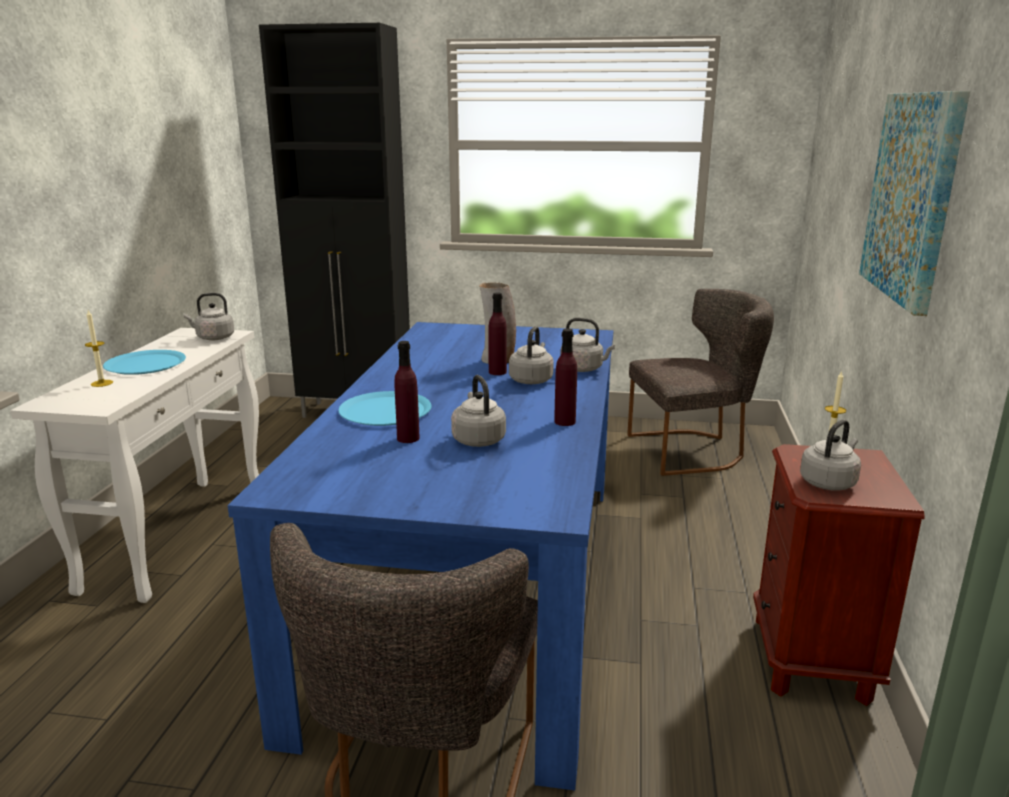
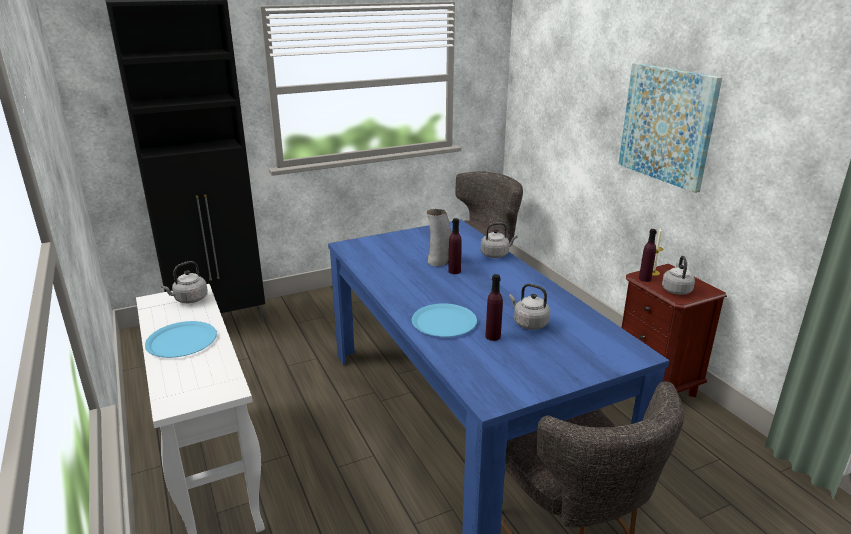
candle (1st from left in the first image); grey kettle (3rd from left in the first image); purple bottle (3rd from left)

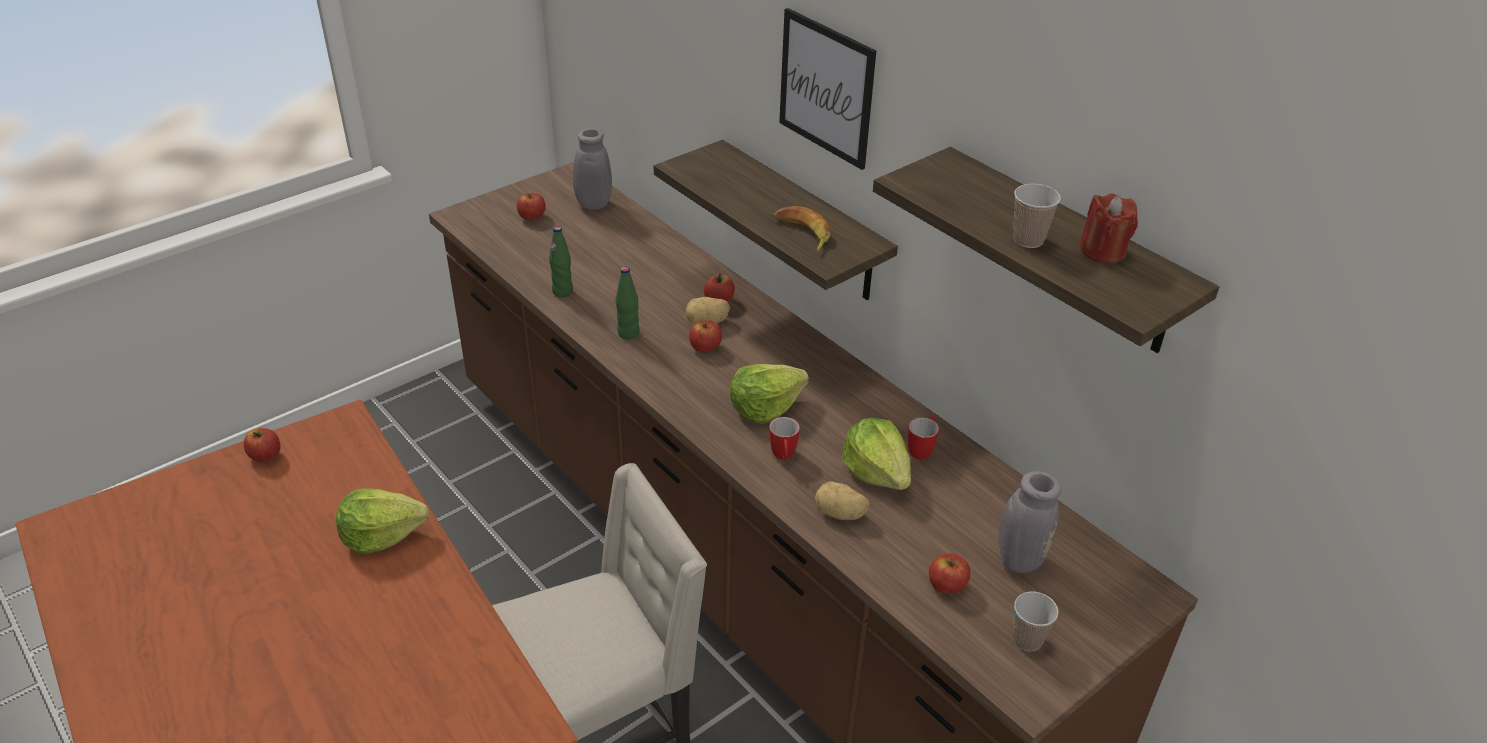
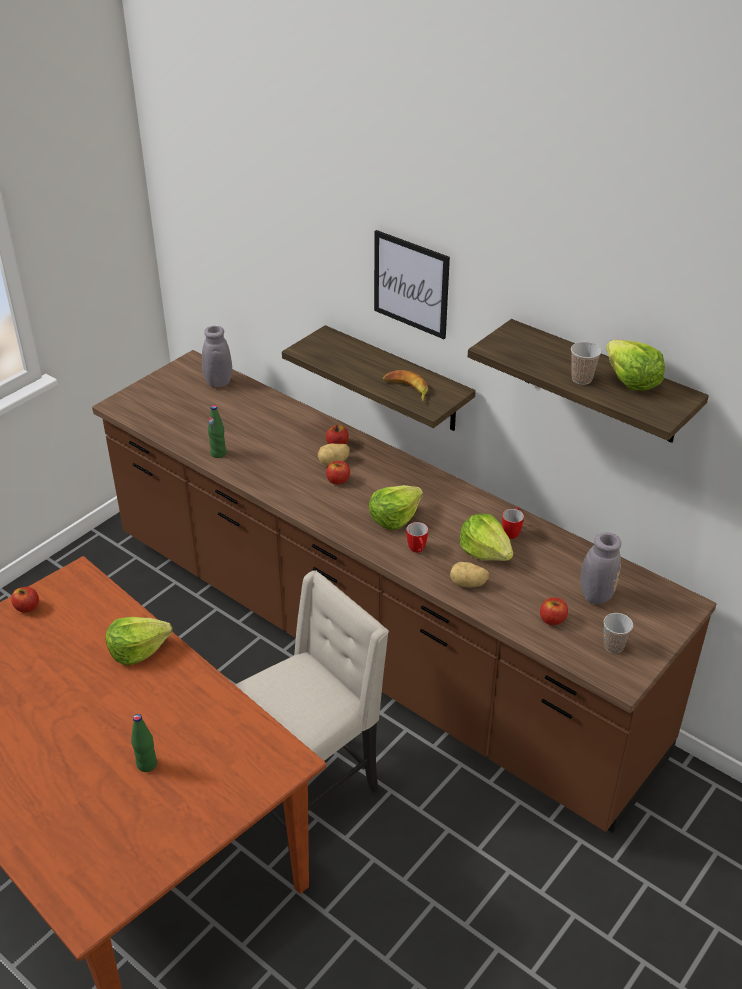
apple (2nd from left in the first image); green bottle (1st from left); lettuce (4th from left)

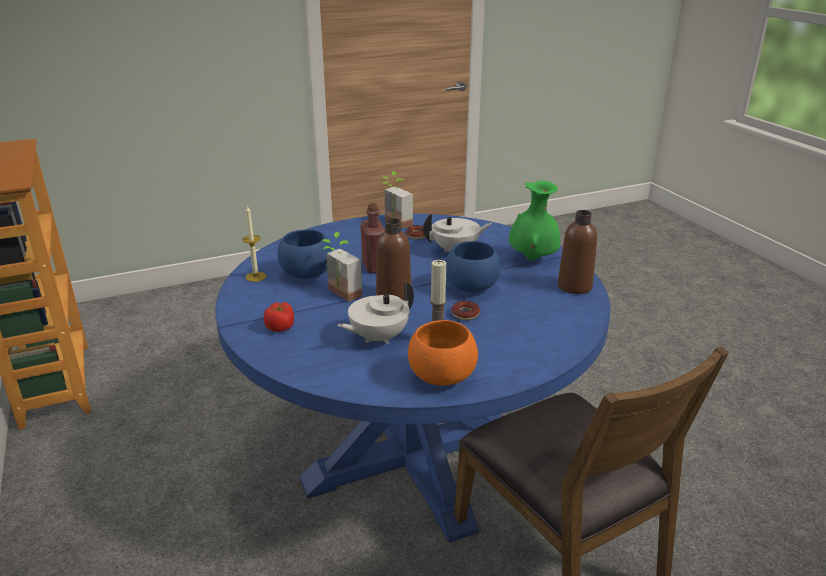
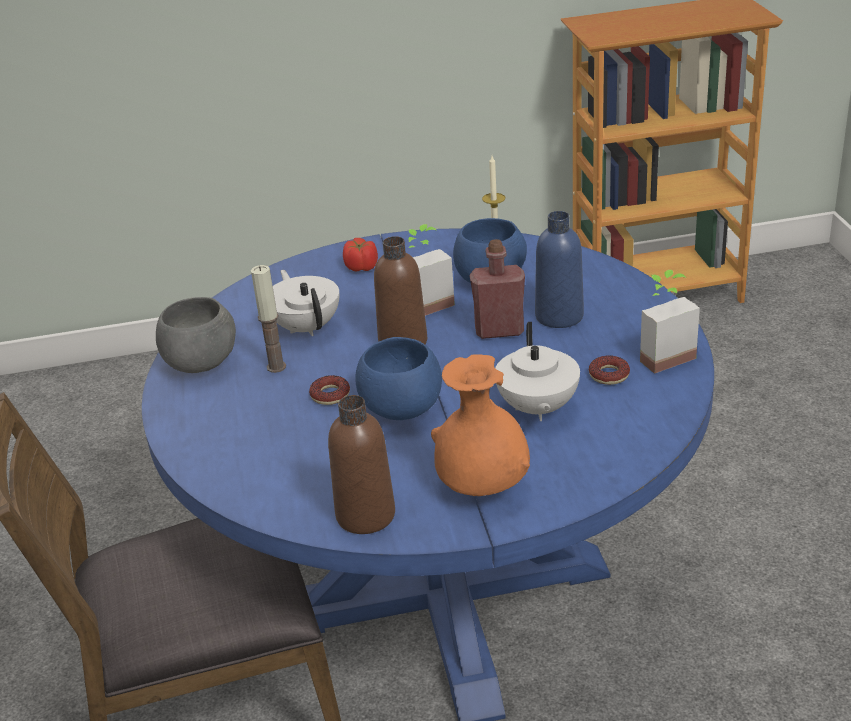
blue bottle; grey bowl; orange vase

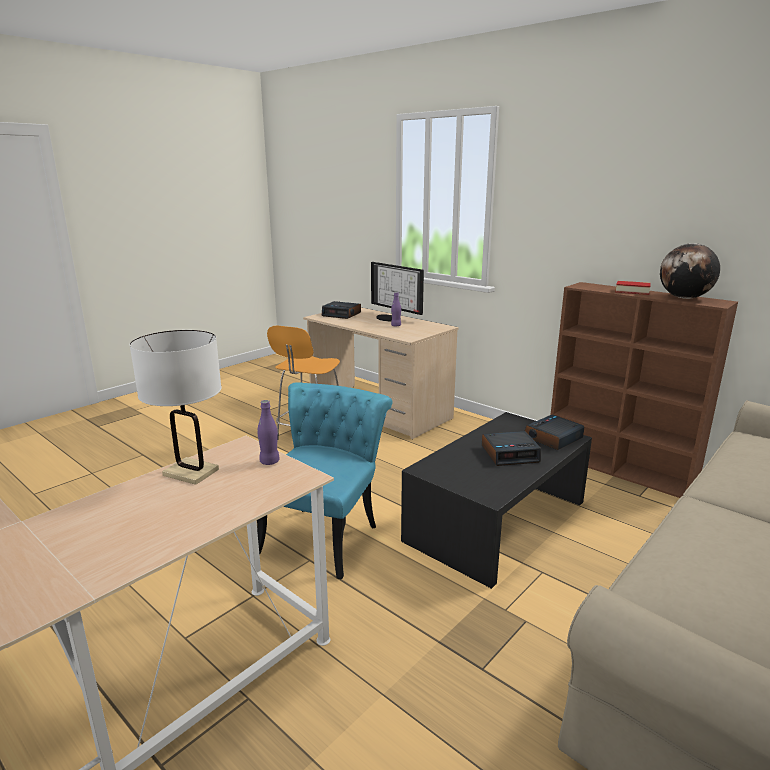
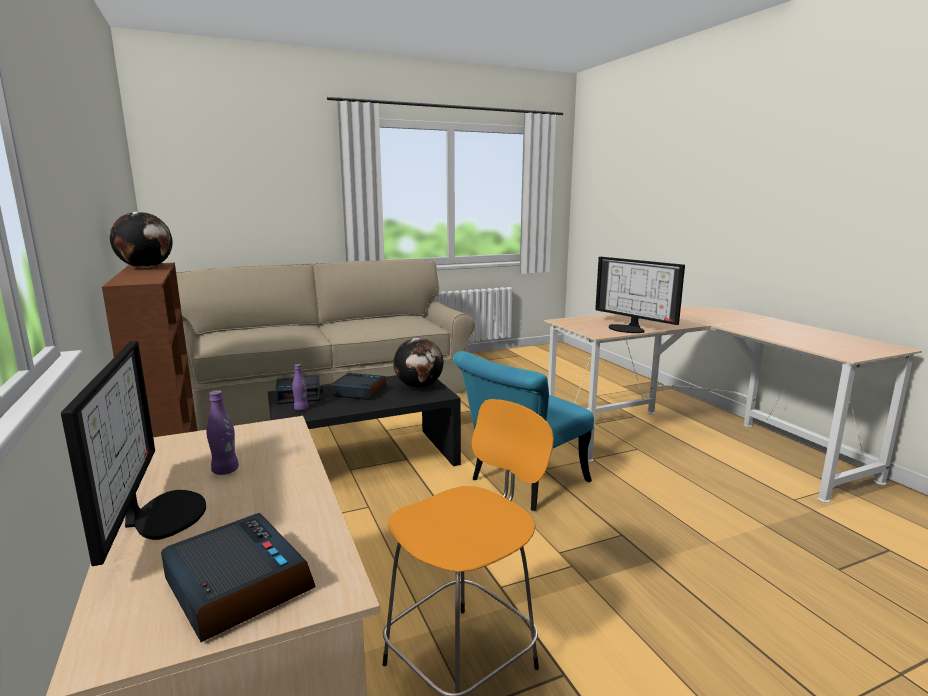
book; globe (2nd from left); purple bottle (2nd from left); monitor (2nd from left)

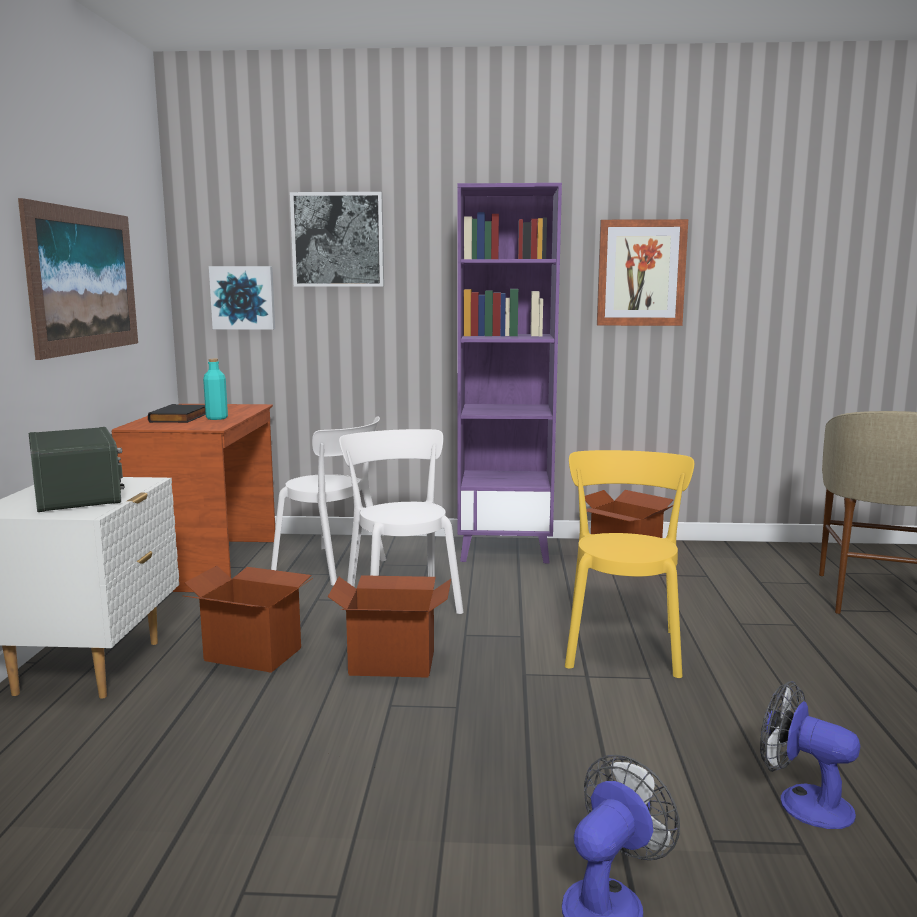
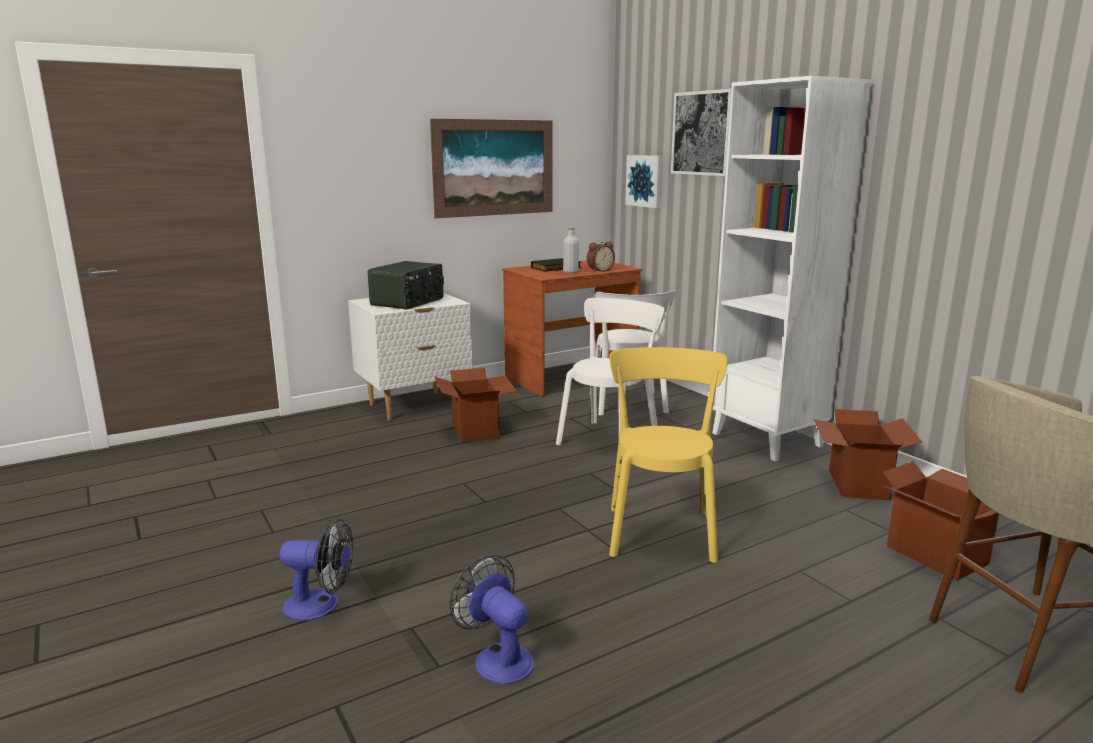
picture (4th from left in the first image); alarm clock; cardboard box (3rd from left); grey bottle; white bookcase; yellow chair; fan (2nd from left)

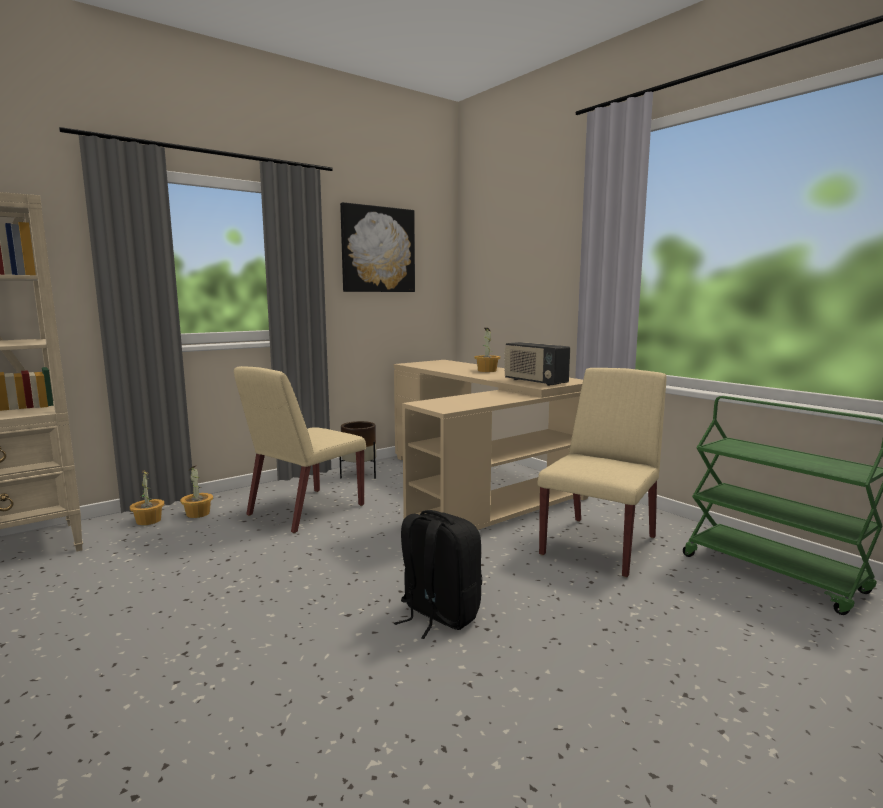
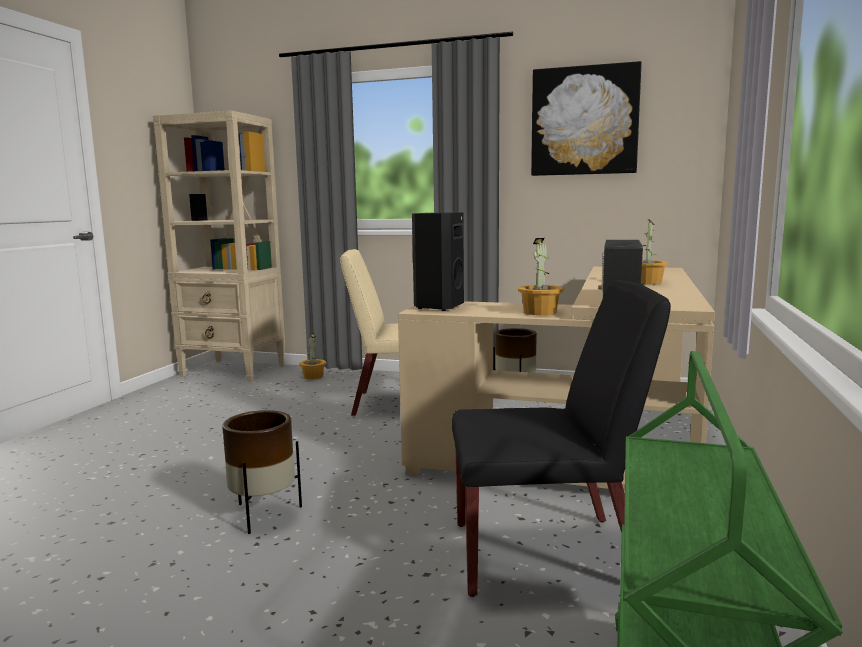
black speaker; potted plant (2nd from left); brown planter (1st from left); black chair

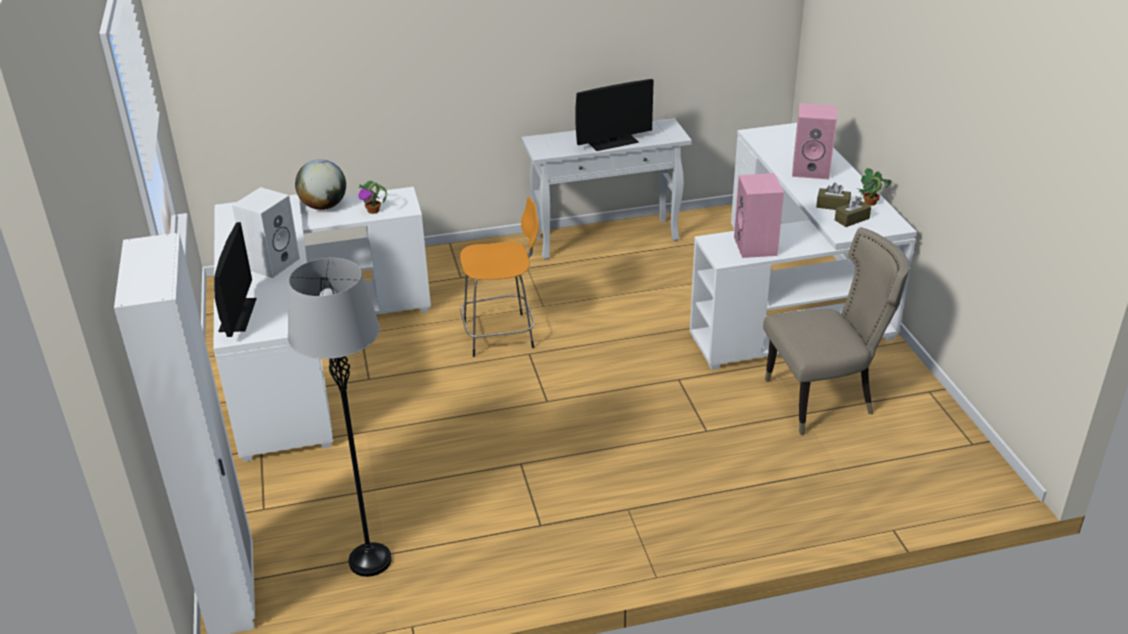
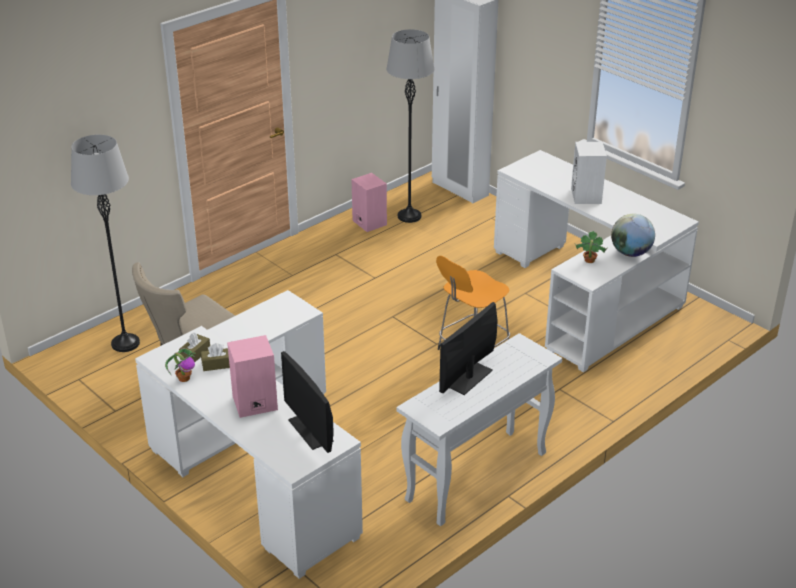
grey floor lamp (1st from left); monitor (1st from left); pink speaker (2nd from left)

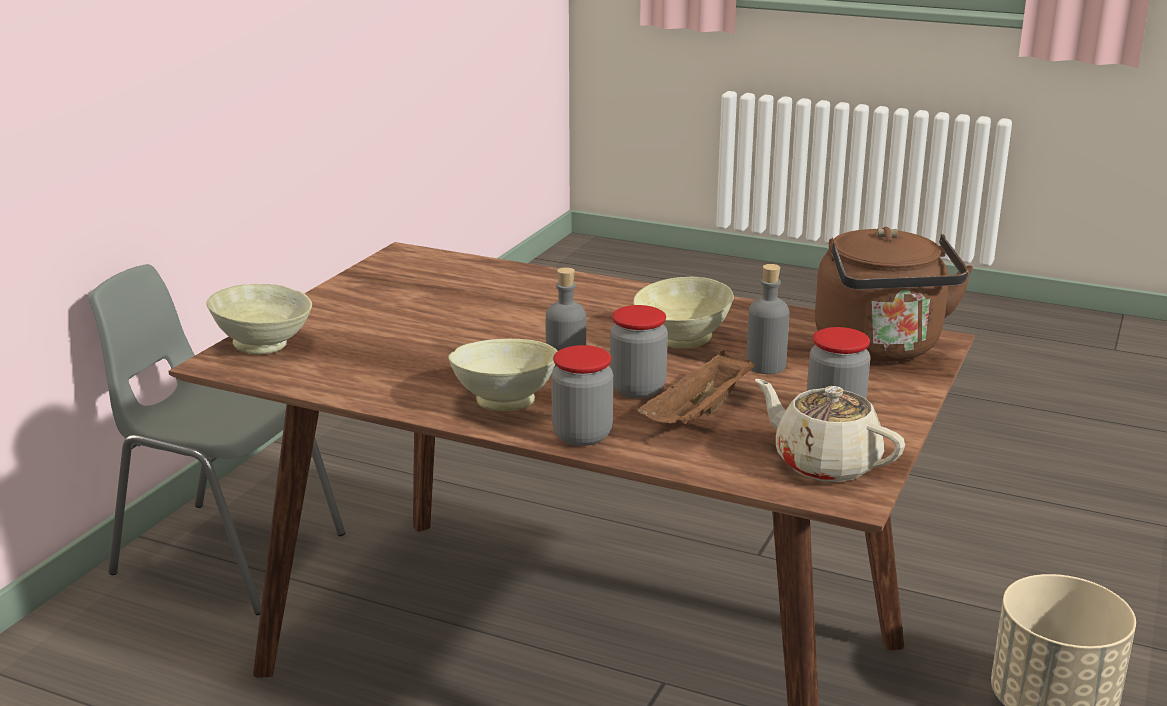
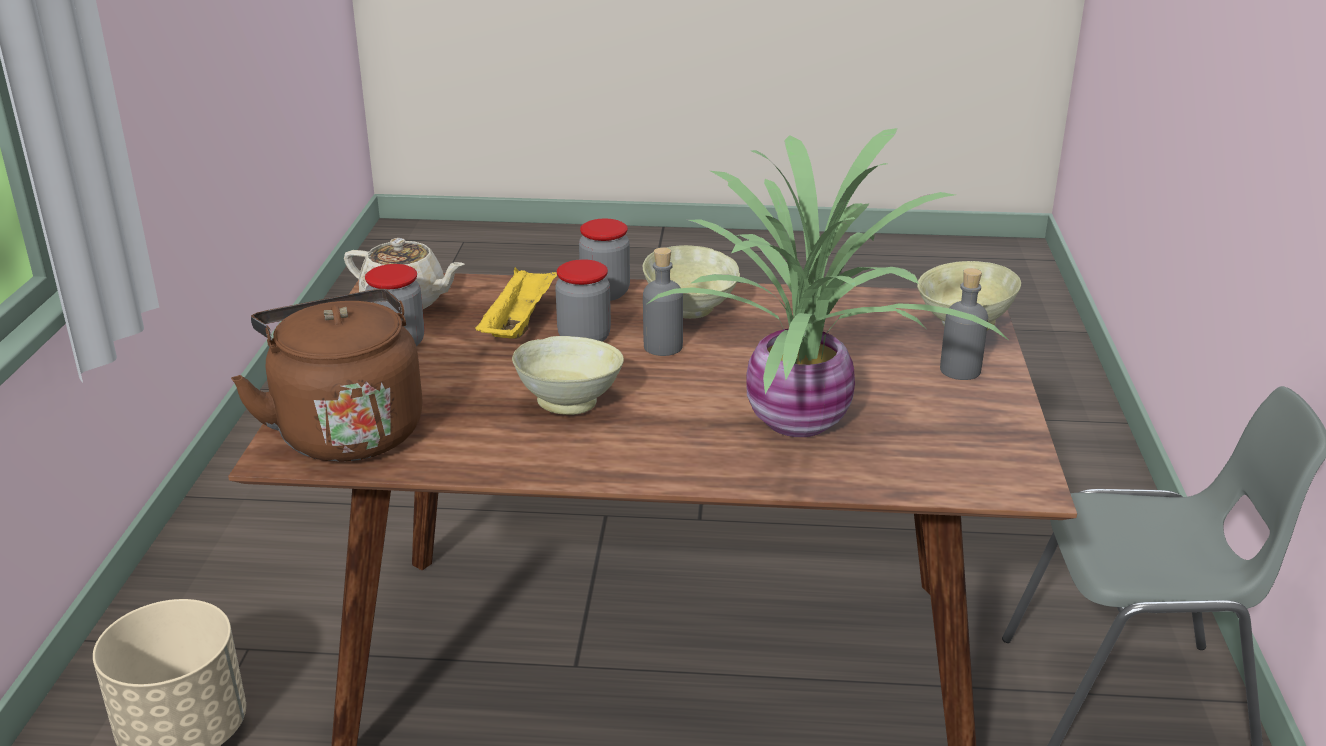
potted plant; grey bottle (2nd from left); yellow tray

